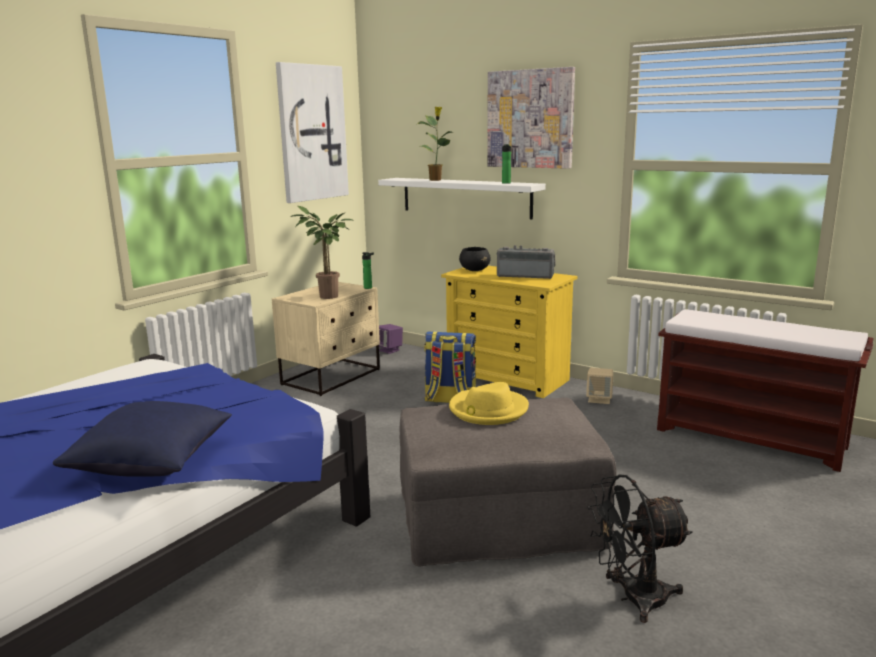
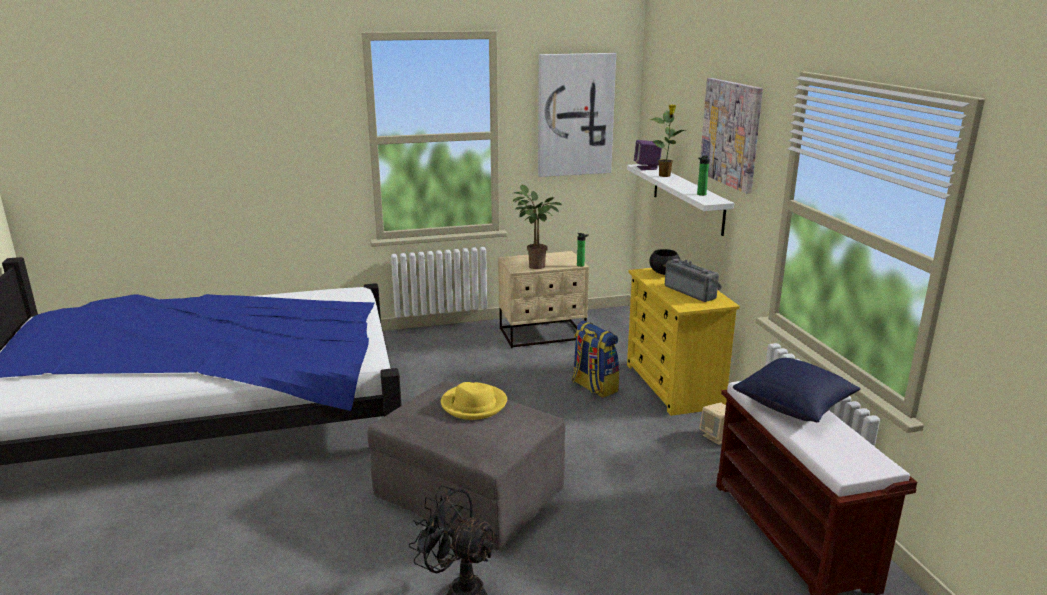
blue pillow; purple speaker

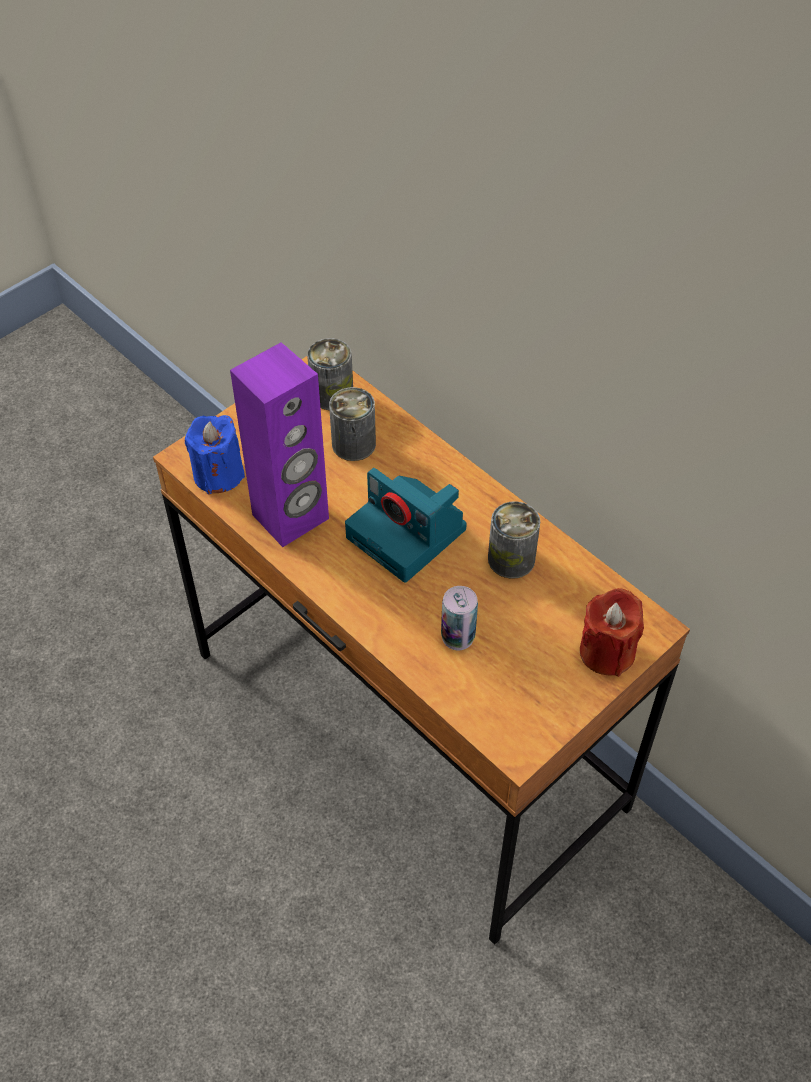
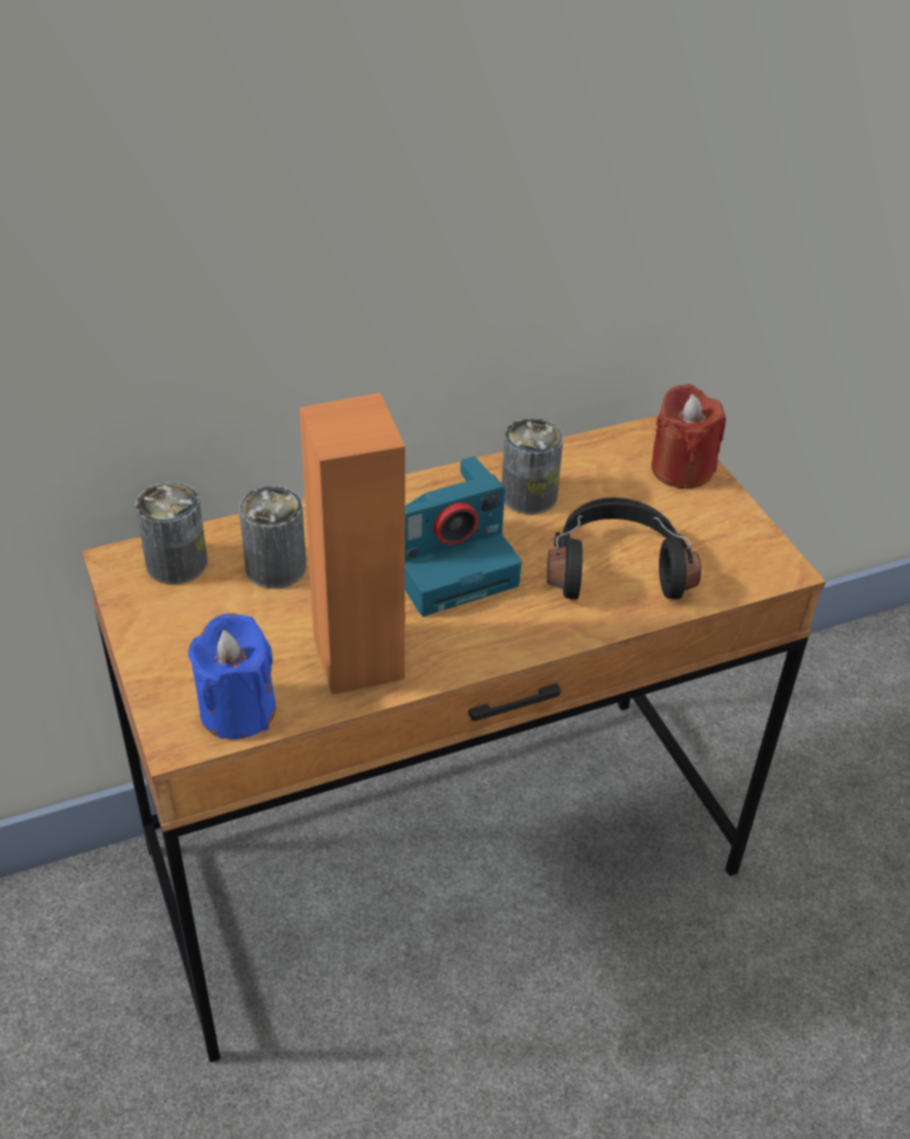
black headphones; orange speaker

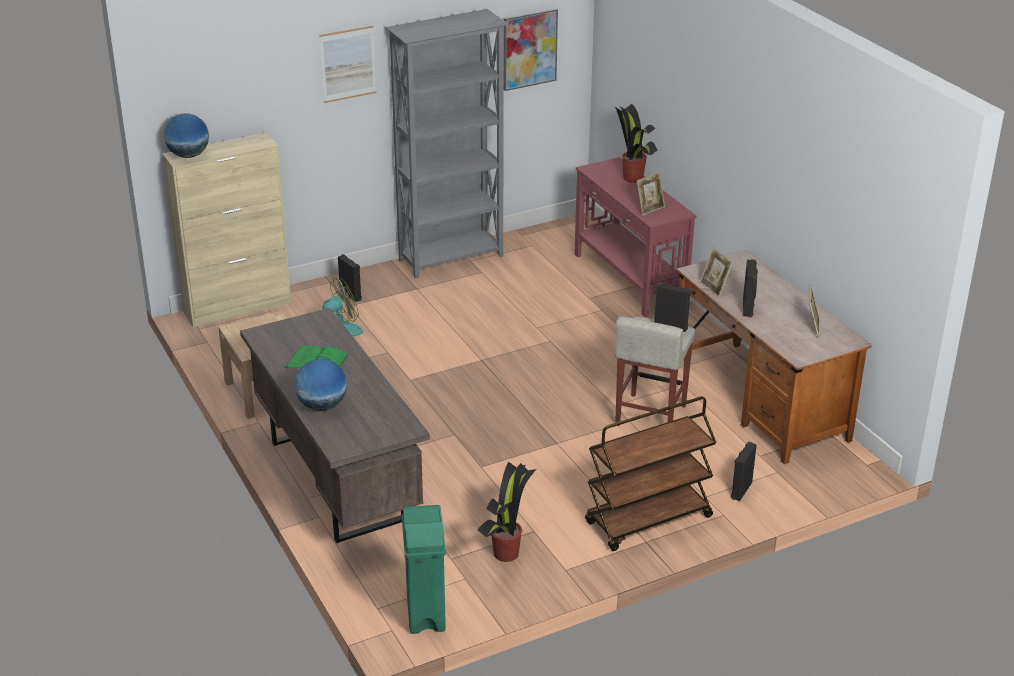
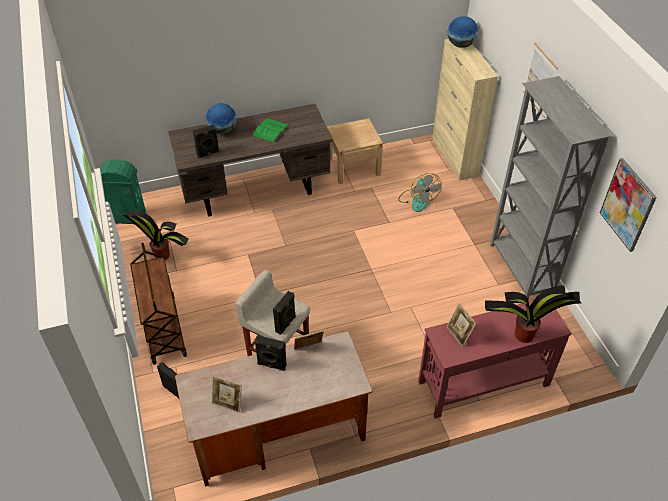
black speaker (2nd from left)

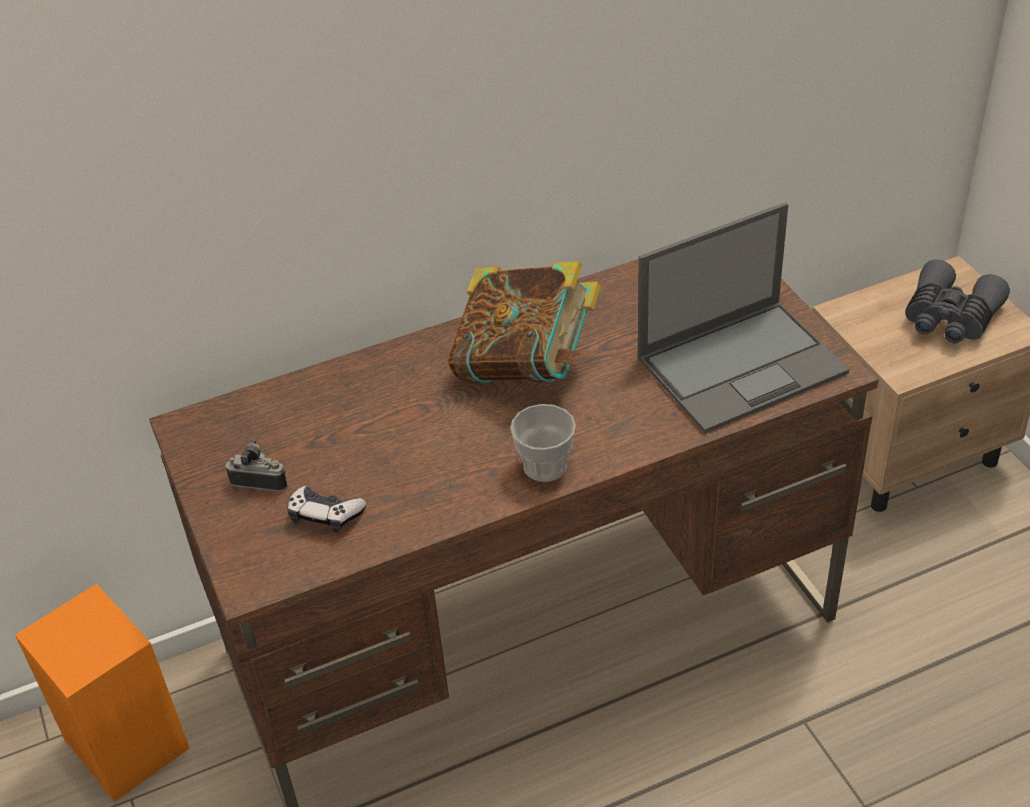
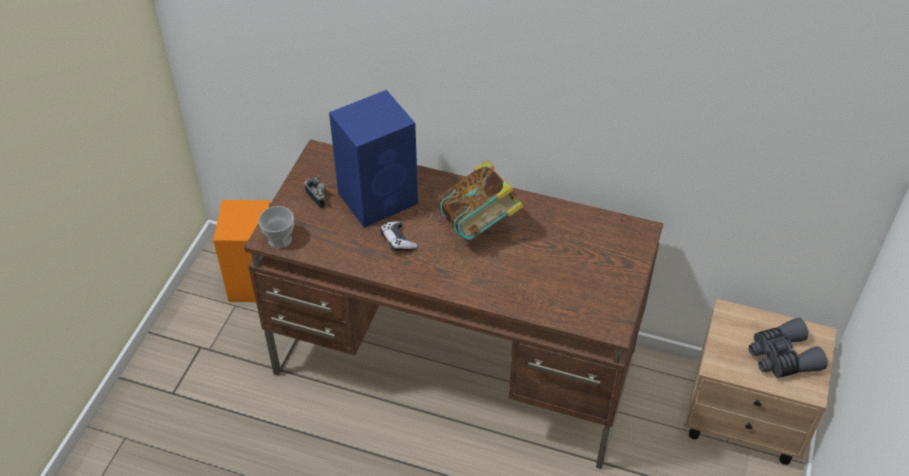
laptop; blue speaker; game controller; cup

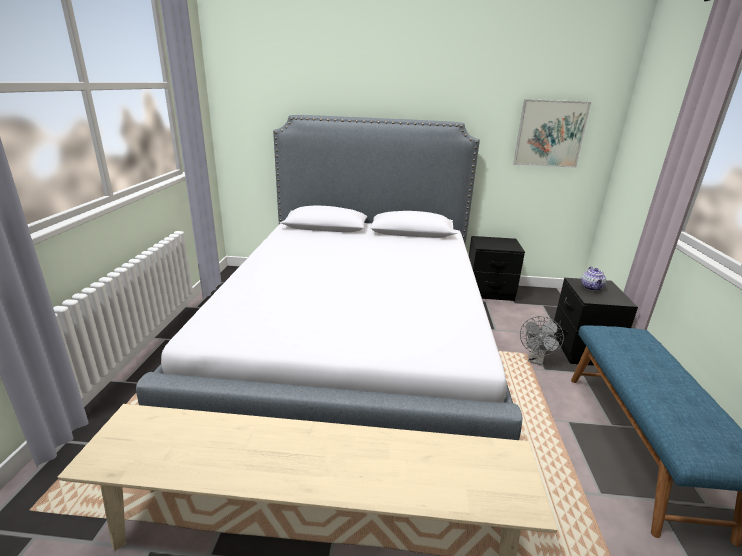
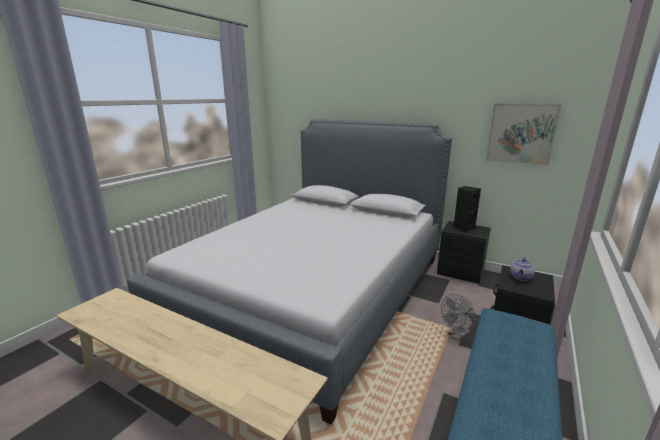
black speaker

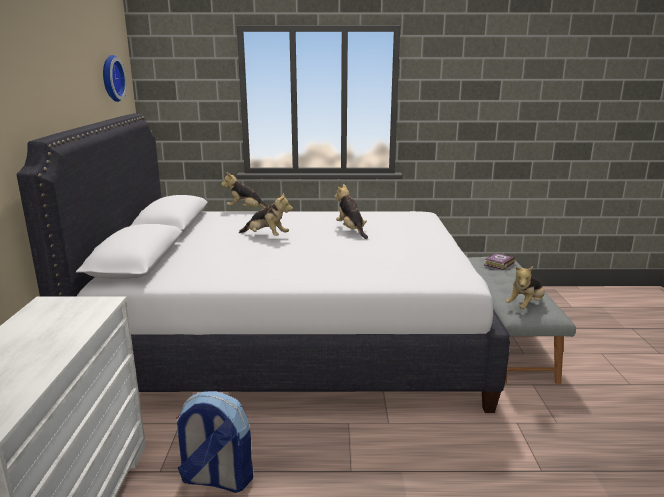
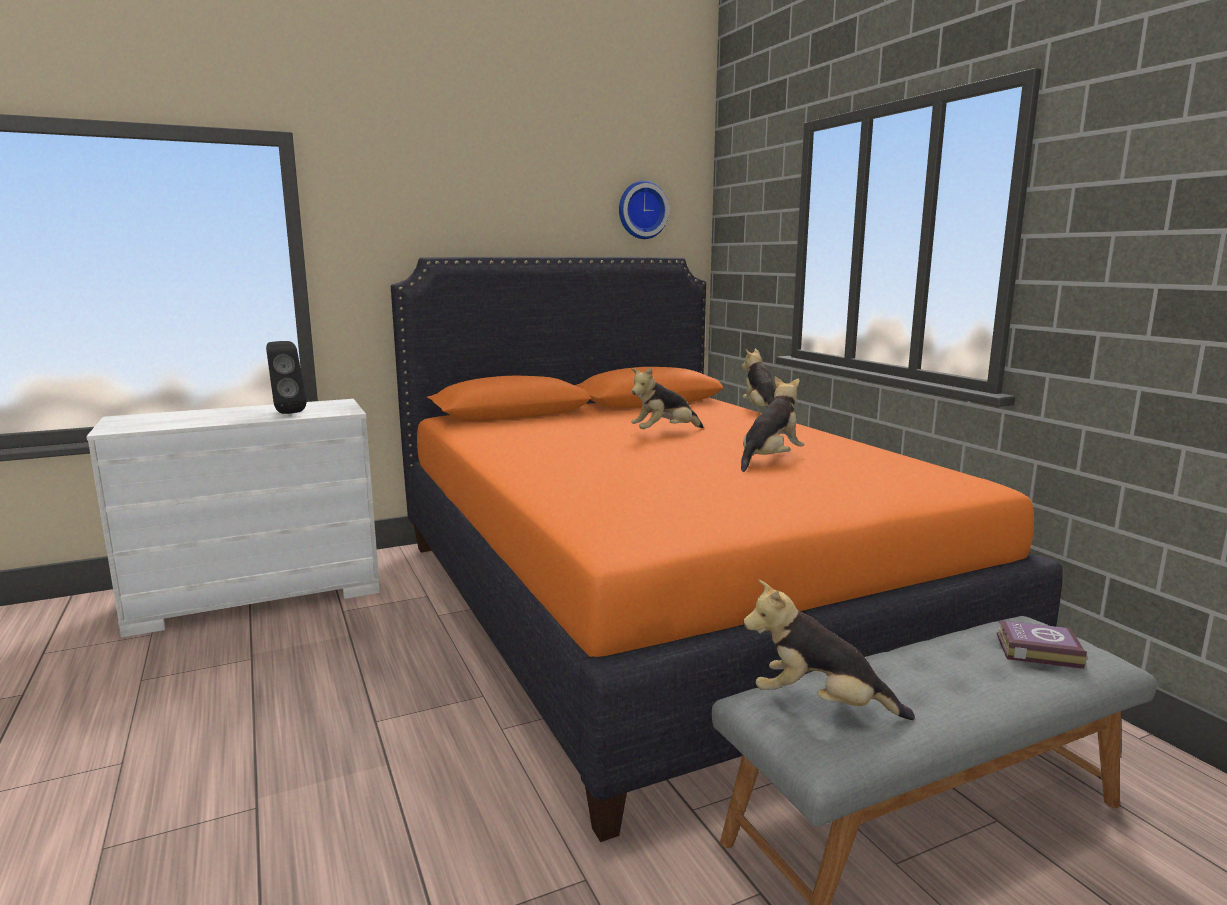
backpack; black speaker; orange bed; plush toy (1st from left)

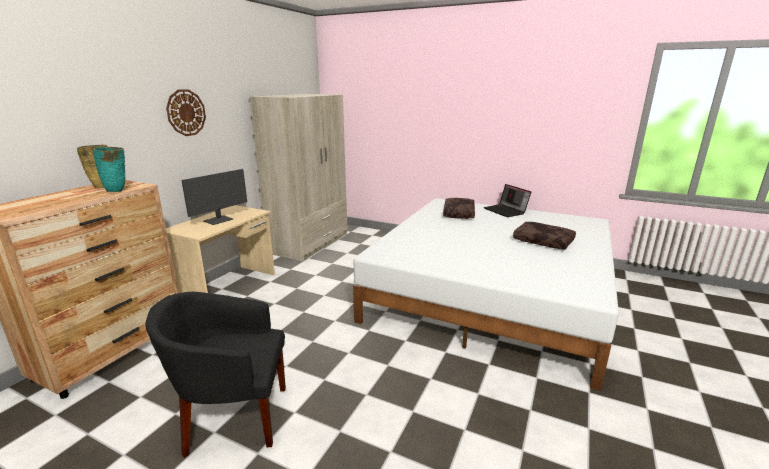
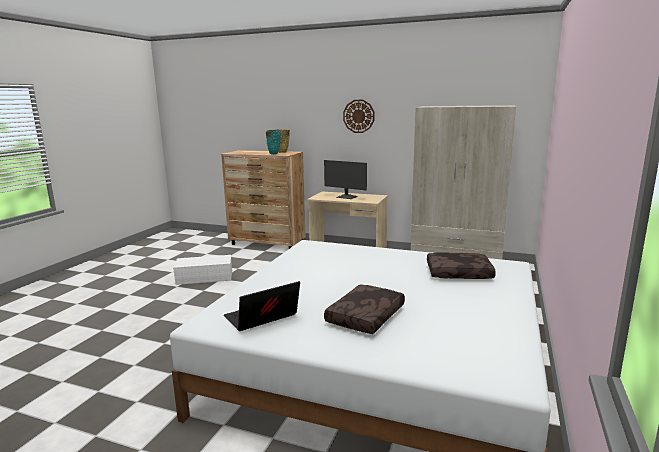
laptop; white storage box

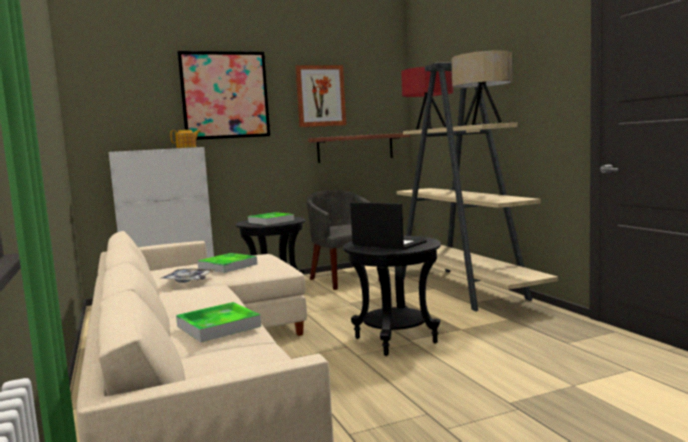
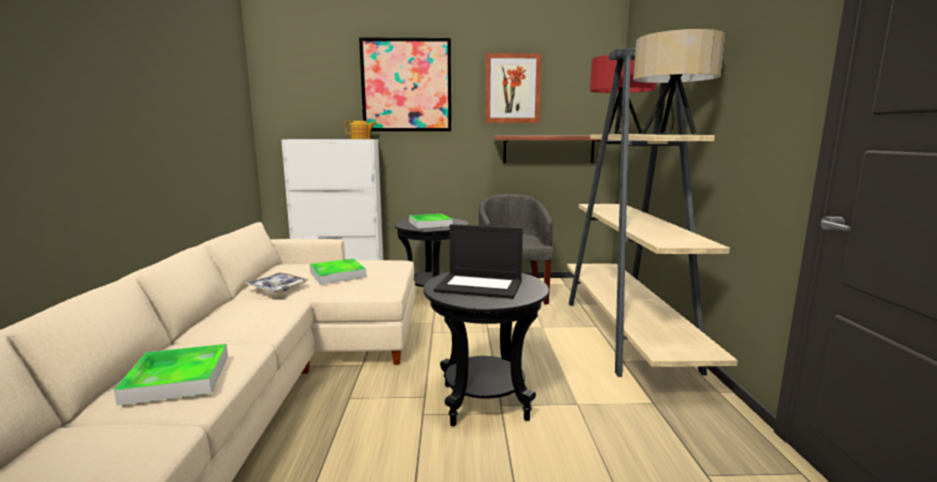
laptop

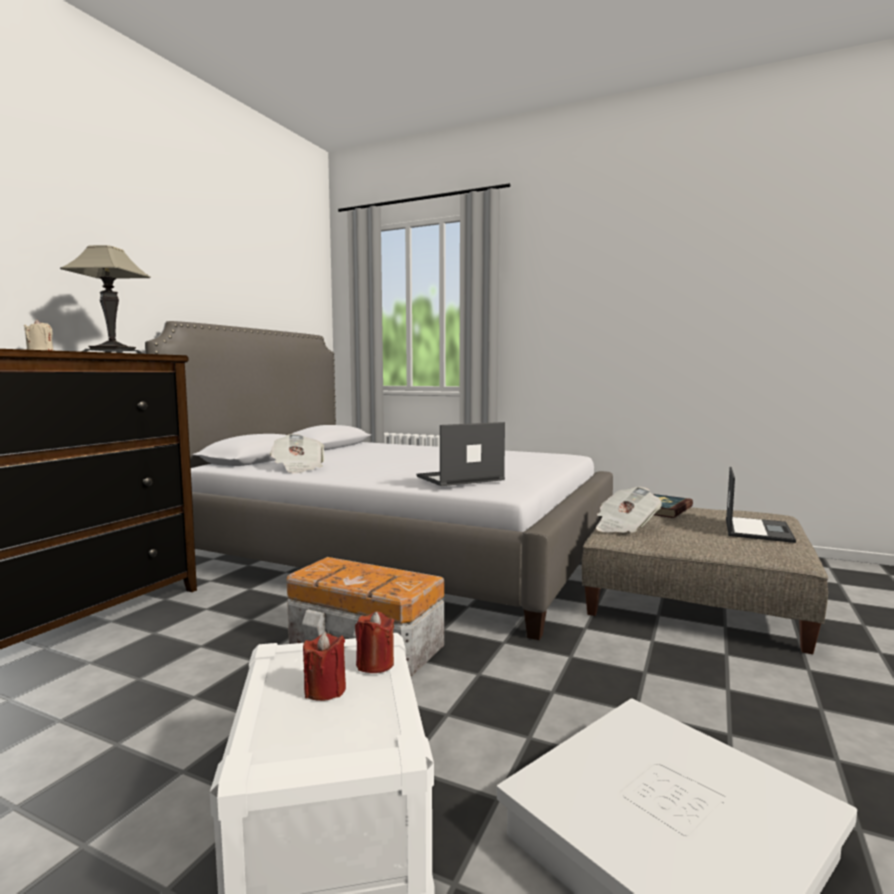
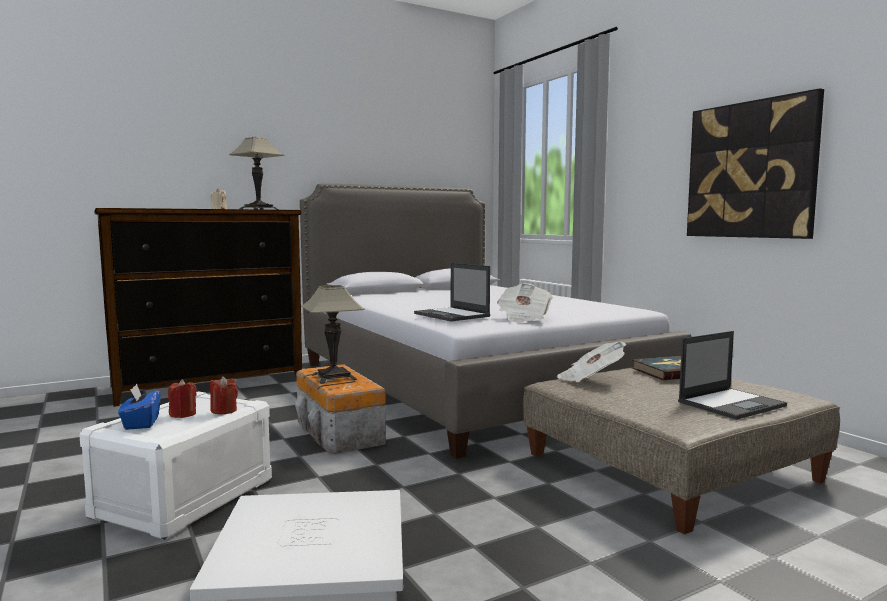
blue tissue box; table lamp (2nd from left); picture; newspaper (1st from left); laptop (1st from left)

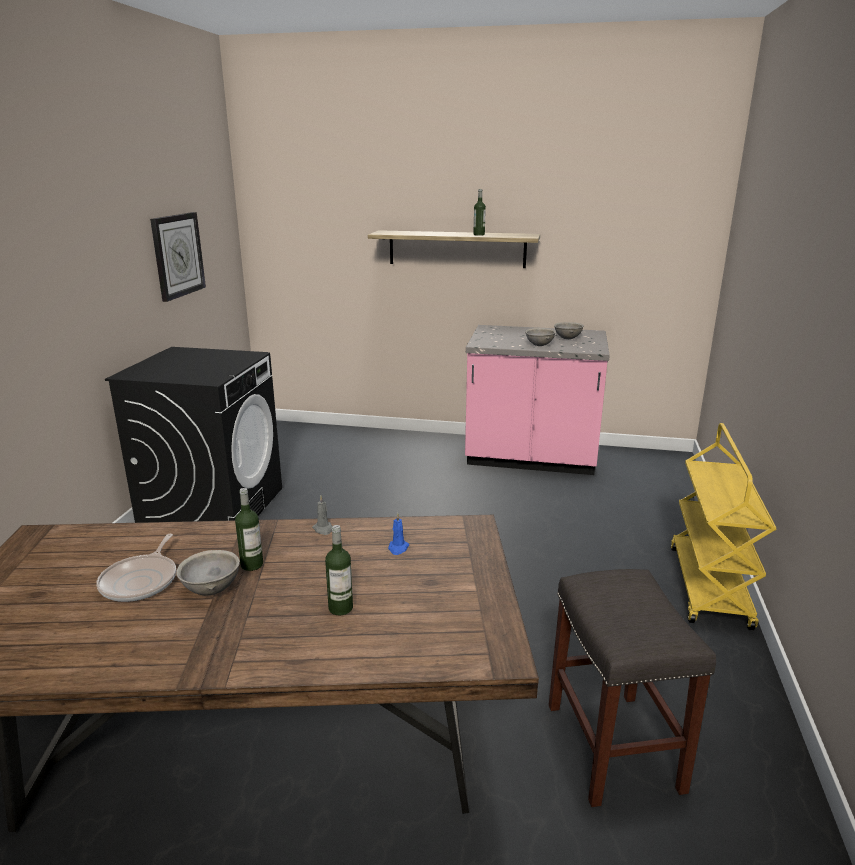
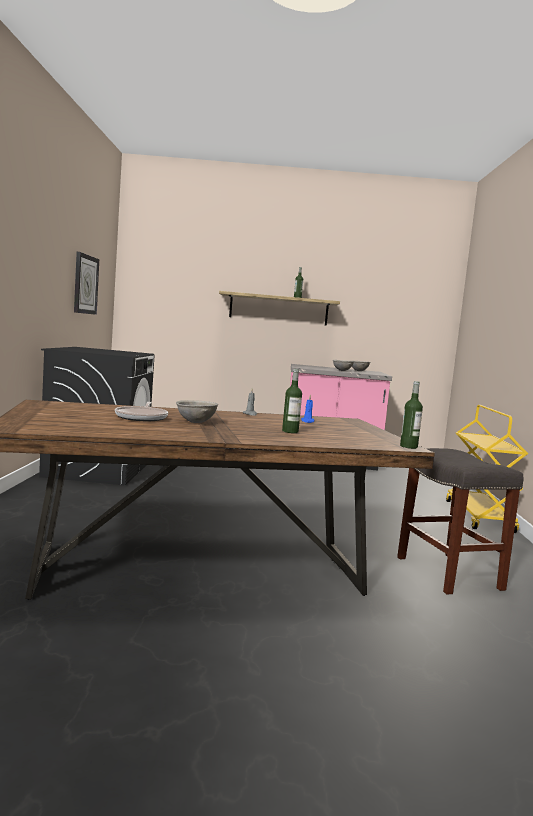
bottle (3rd from left)

